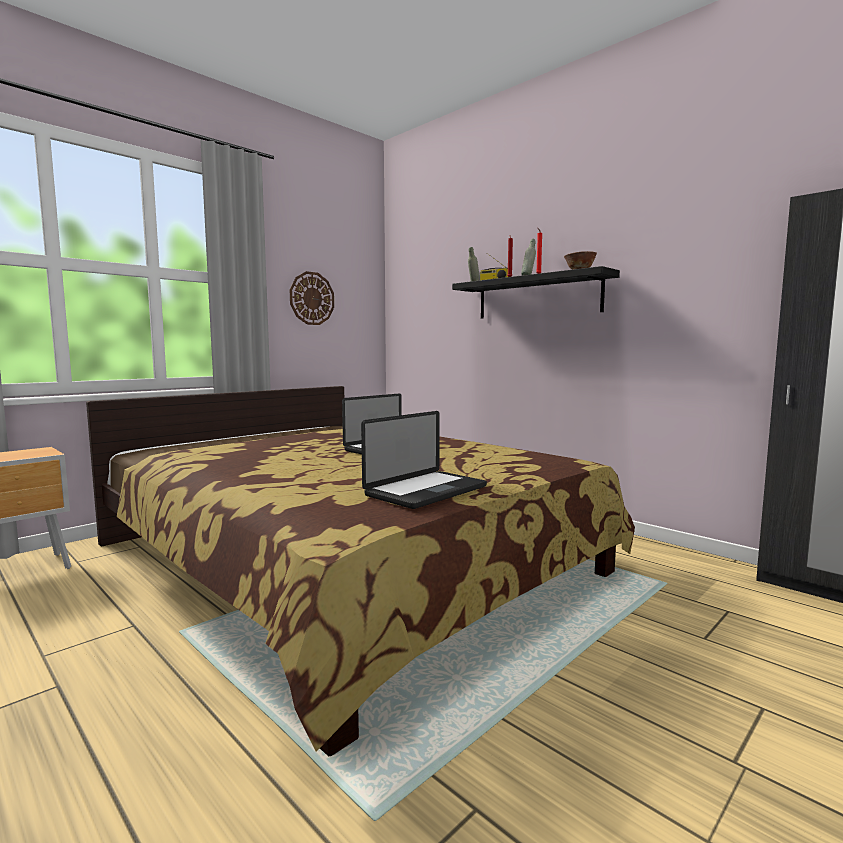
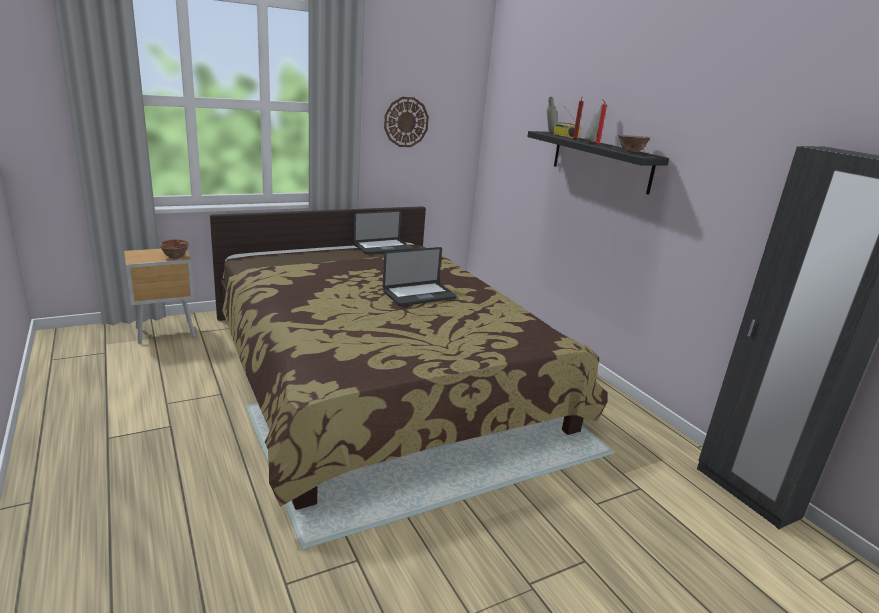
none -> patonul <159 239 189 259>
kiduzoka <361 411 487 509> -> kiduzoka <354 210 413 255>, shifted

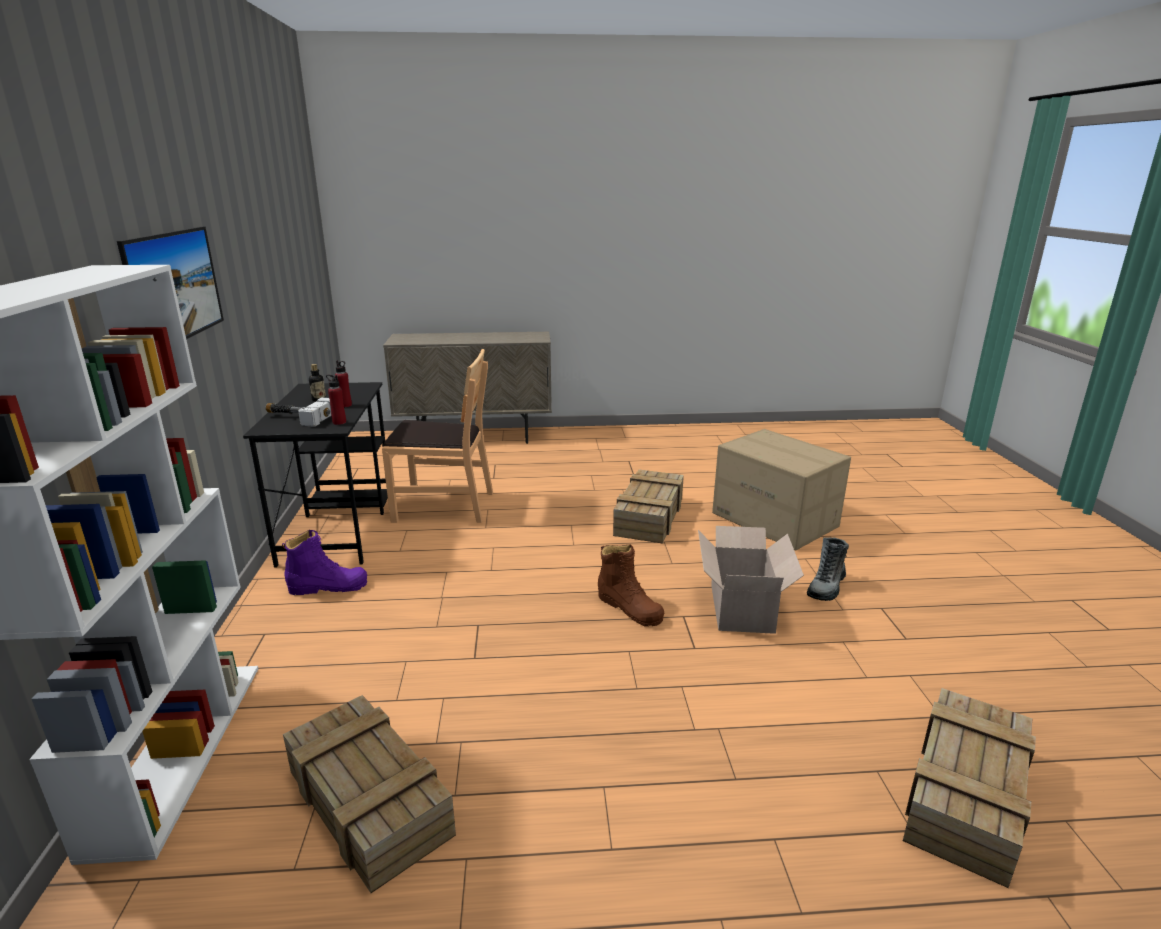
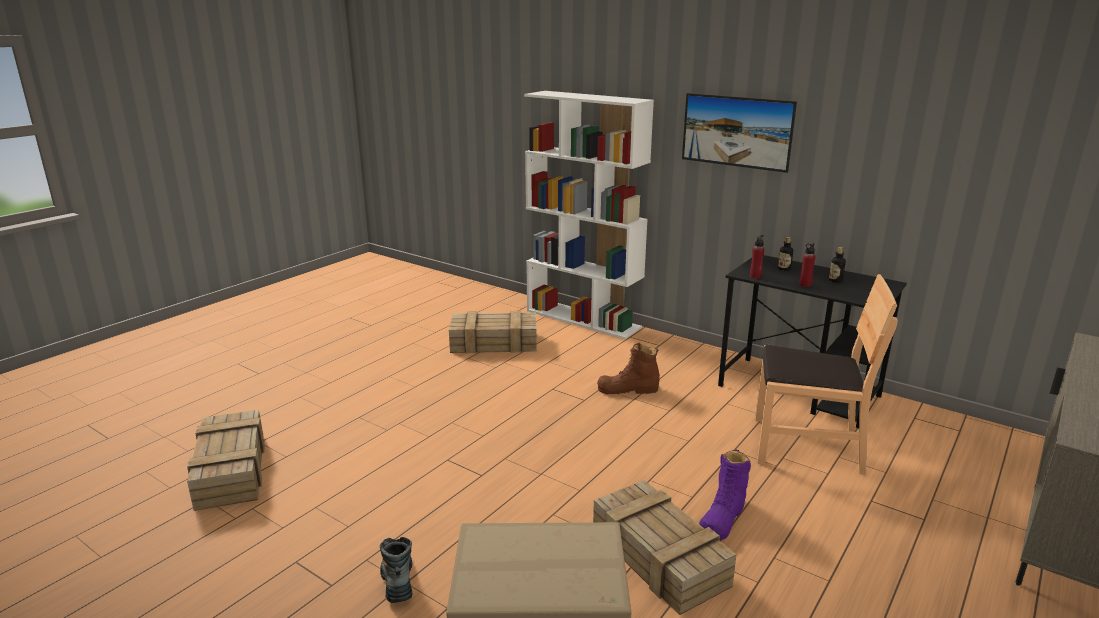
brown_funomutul <598 544 664 627> -> brown_funomutul <597 343 660 394>, shifted
purple_funomutul <282 530 367 595> -> purple_funomutul <699 449 751 540>, shifted
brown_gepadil <382 349 493 523> -> brown_gepadil <755 274 898 475>, 120 degrees counterclockwise
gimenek <265 397 331 427> -> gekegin <778 237 793 271>
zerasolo <698 526 804 634> -> none

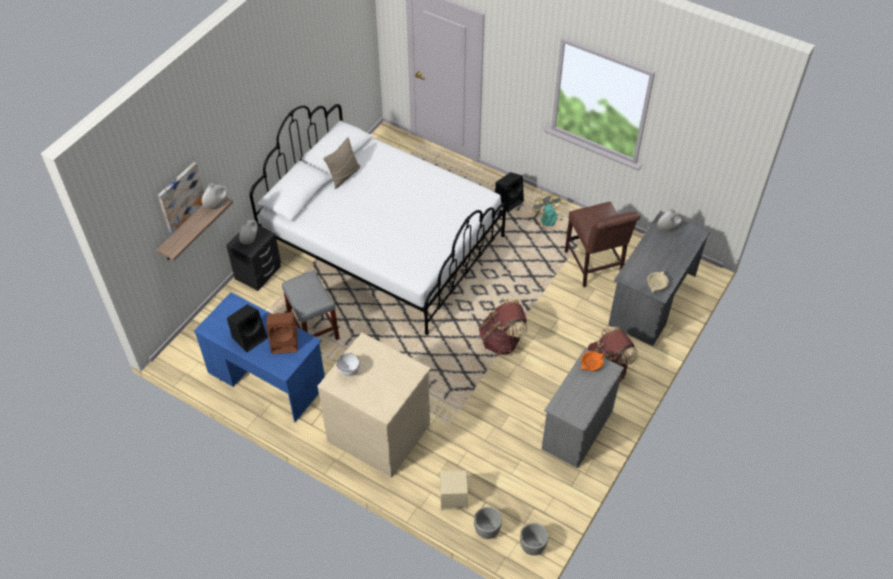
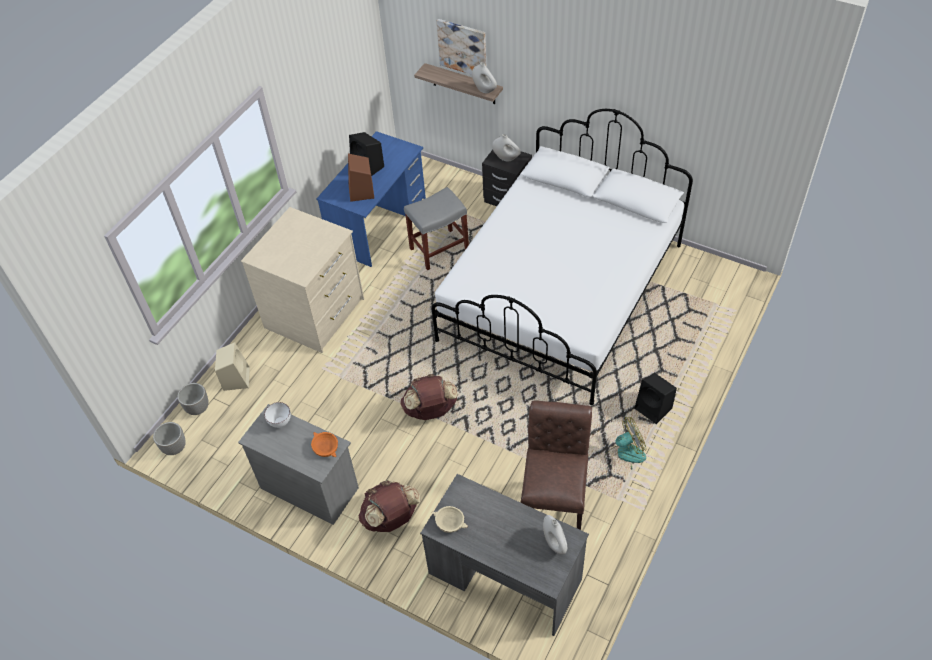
white_patonul <337 353 360 376> -> white_patonul <264 402 291 428>, shifted
brown_gepadil <565 201 640 287> -> brown_gepadil <521 400 592 530>, 120 degrees clockwise
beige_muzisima <323 137 361 189> -> none

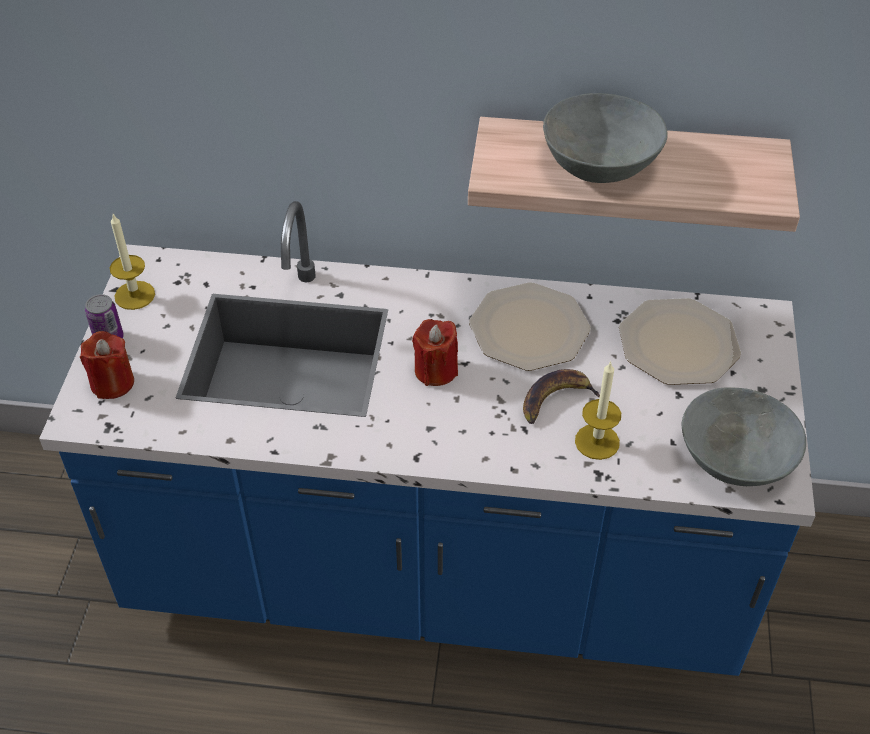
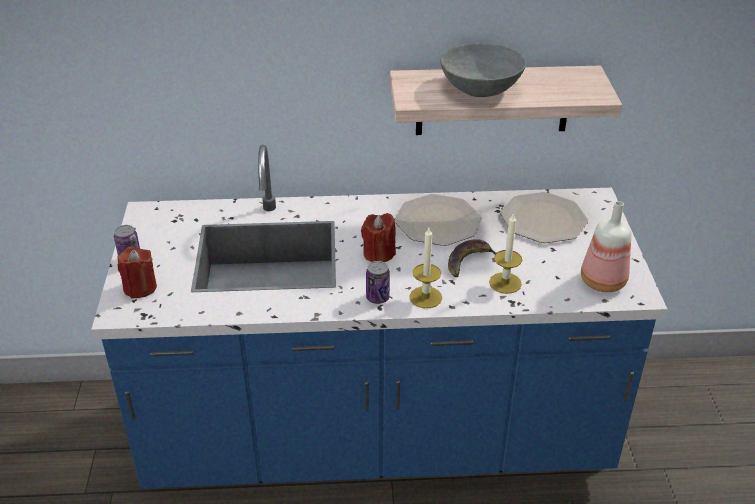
none -> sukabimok <366 261 390 304>
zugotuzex <110 214 155 310> -> zugotuzex <409 228 442 308>, shifted
grey_patonul <681 388 806 486> -> gekegin <581 201 631 292>

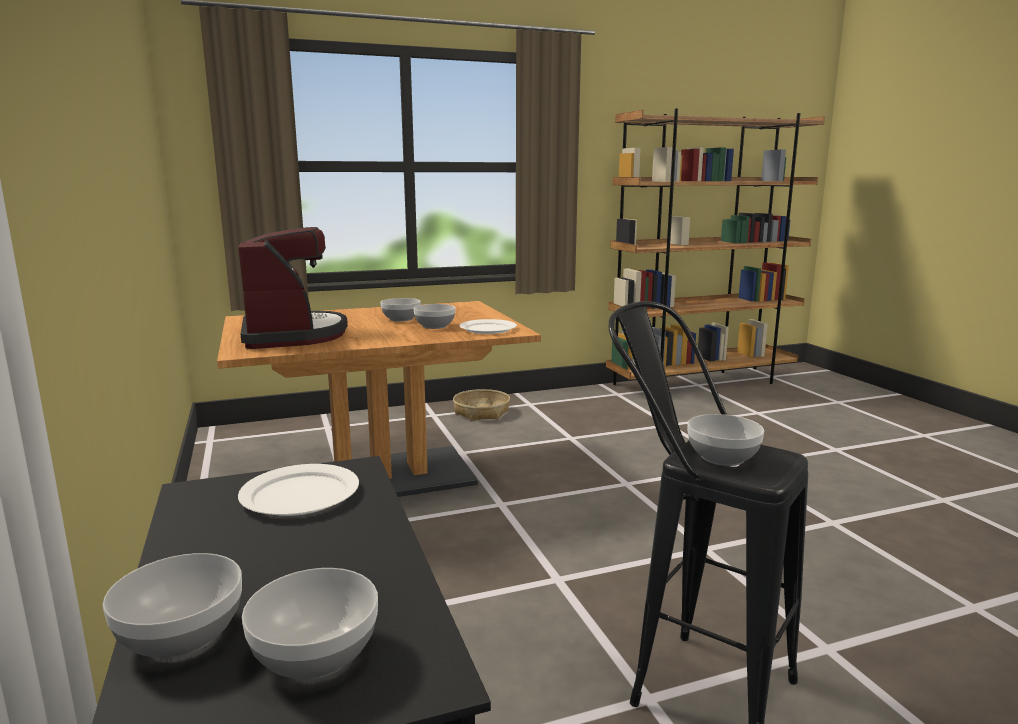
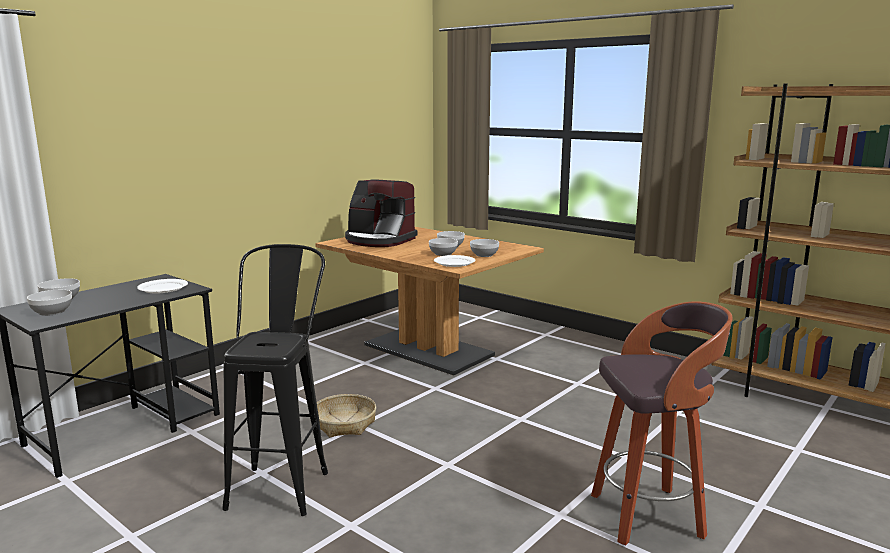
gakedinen <453 389 510 421> -> gakedinen <317 394 376 437>, shifted
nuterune <238 227 348 349> -> nuterune <345 179 418 247>, 75 degrees clockwise
patonul <688 414 764 466> -> patonul <470 239 499 257>, shifted
none -> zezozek <591 301 732 546>

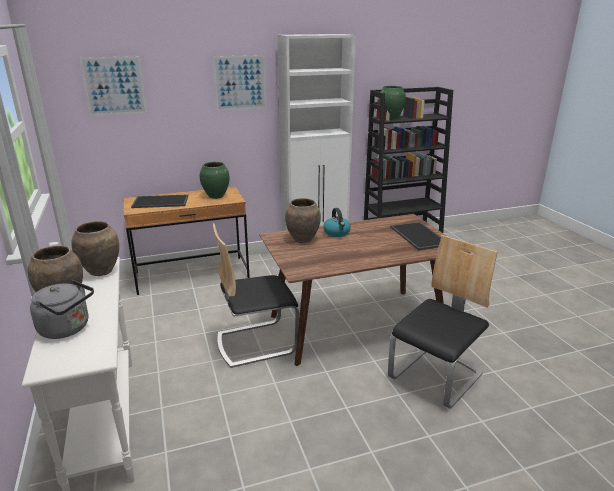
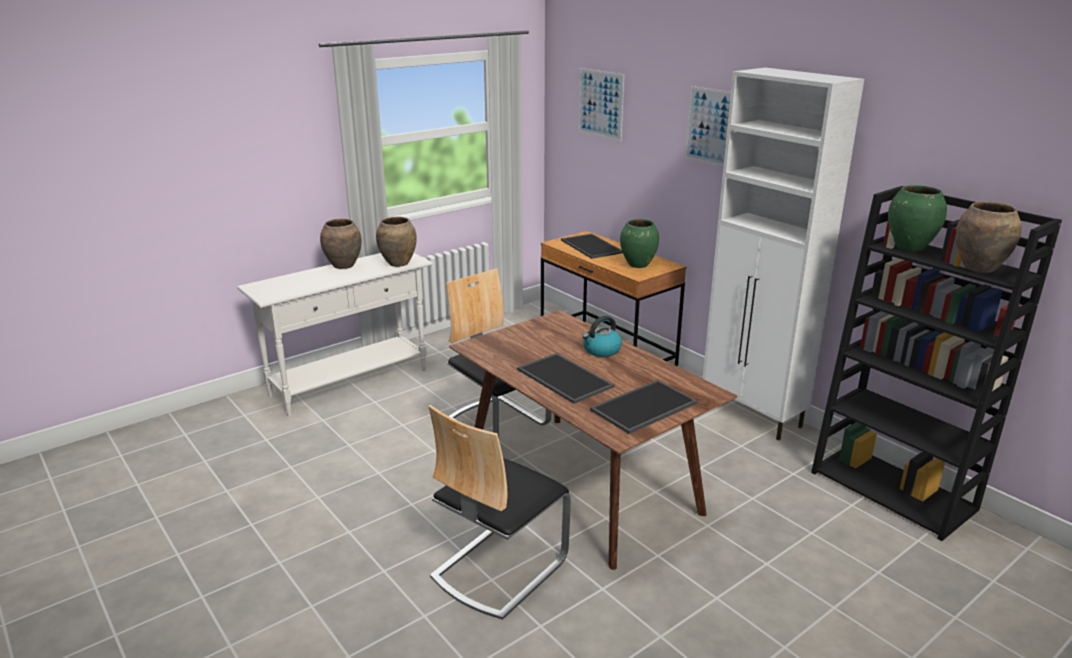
gepadil <388 235 498 409> -> gepadil <428 405 571 620>, 105 degrees clockwise
none -> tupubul <517 353 614 404>
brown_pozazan <285 198 321 243> -> brown_pozazan <956 202 1022 273>, shifted
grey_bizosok <30 280 94 339> -> none

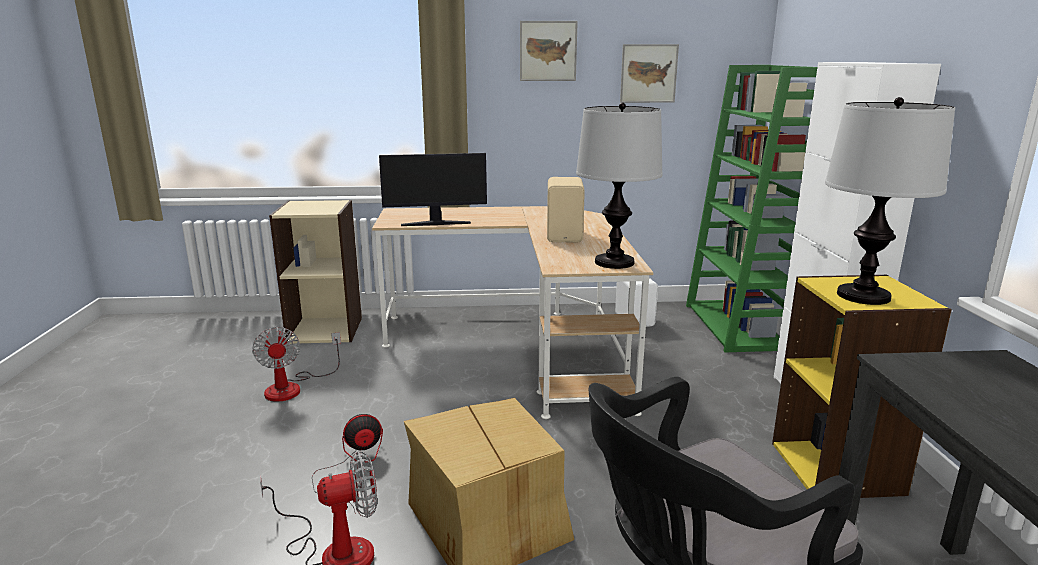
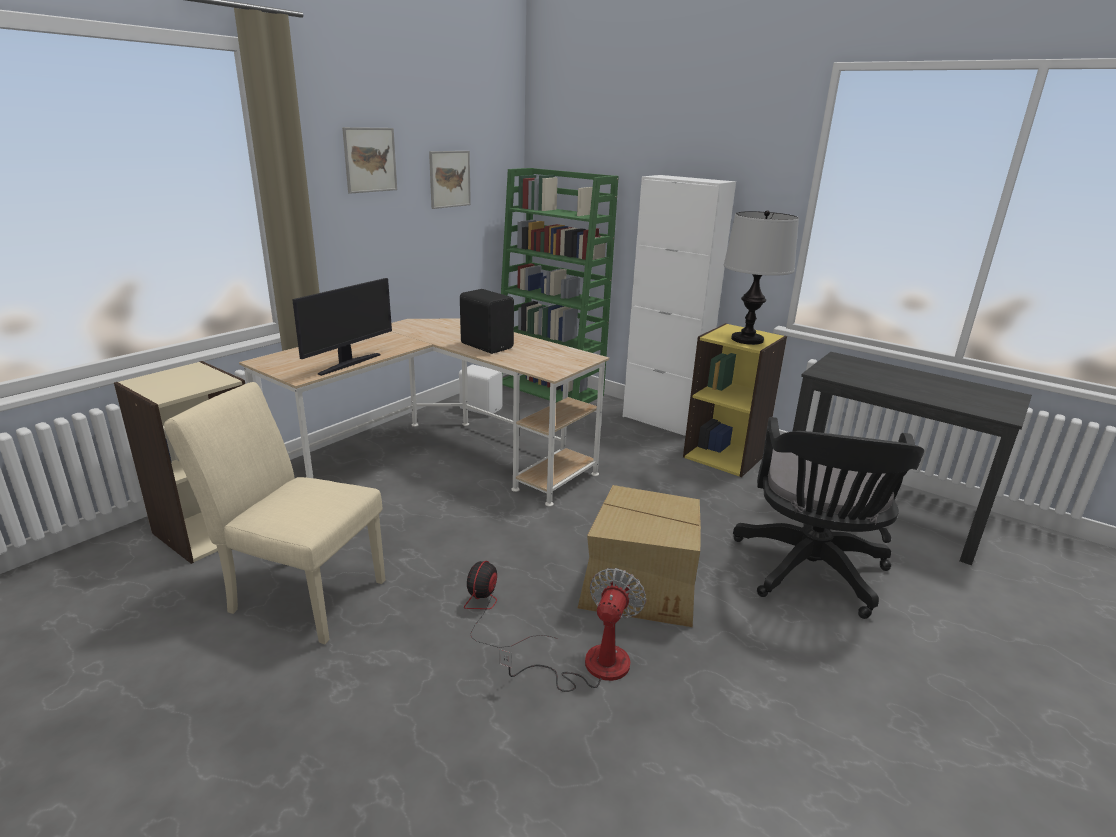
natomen <252 327 341 402> -> beige_gepadil <164 382 385 645>
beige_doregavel <547 177 585 242> -> black_doregavel <460 289 514 354>
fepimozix <576 103 663 269> -> none

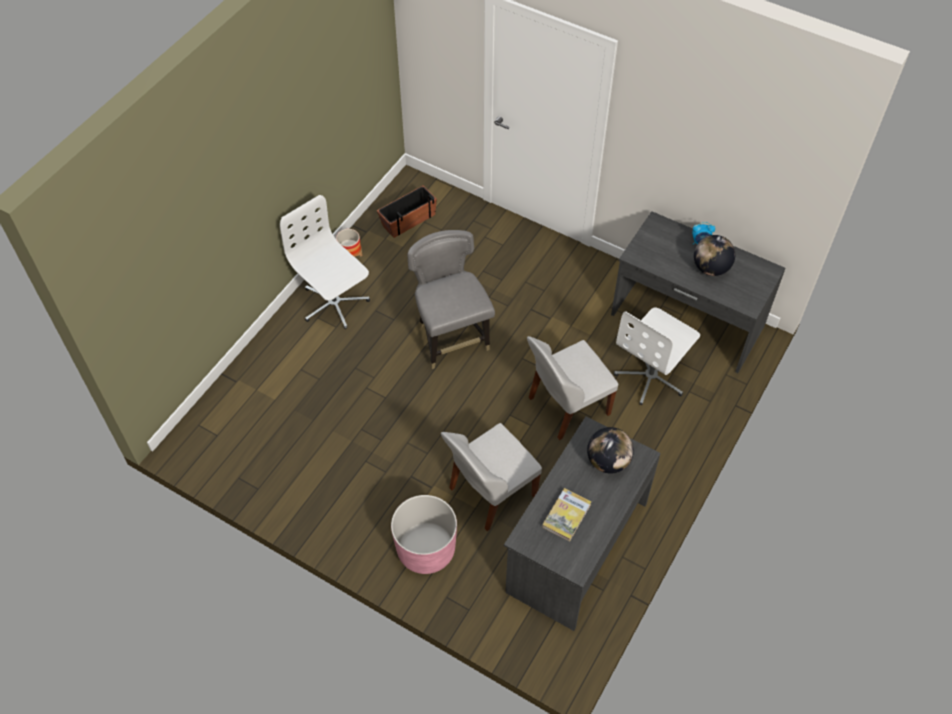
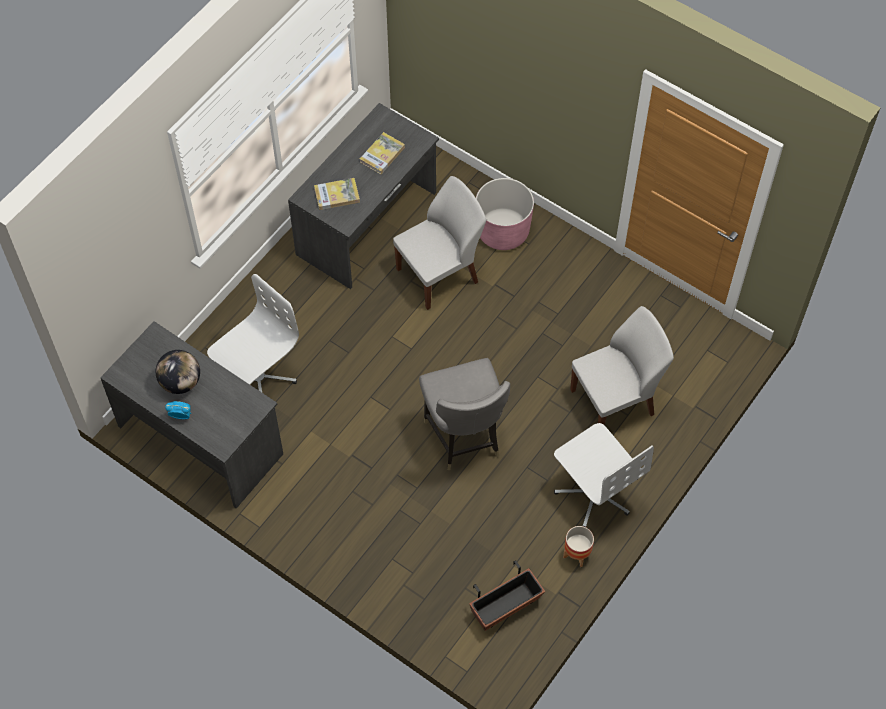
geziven <587 427 634 474> -> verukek <314 178 360 210>
white_gepadil <527 336 618 440> -> white_gepadil <570 306 674 426>, shifted

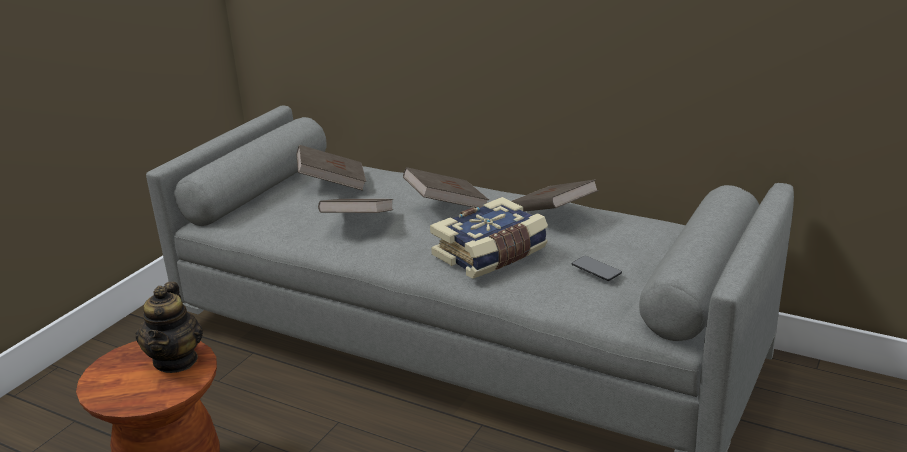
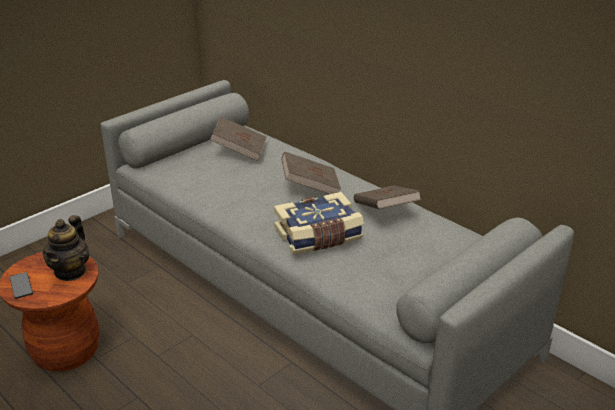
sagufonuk <572 256 622 281> -> sagufonuk <10 272 33 299>, shifted
brown_verukek <318 199 393 213> -> none

